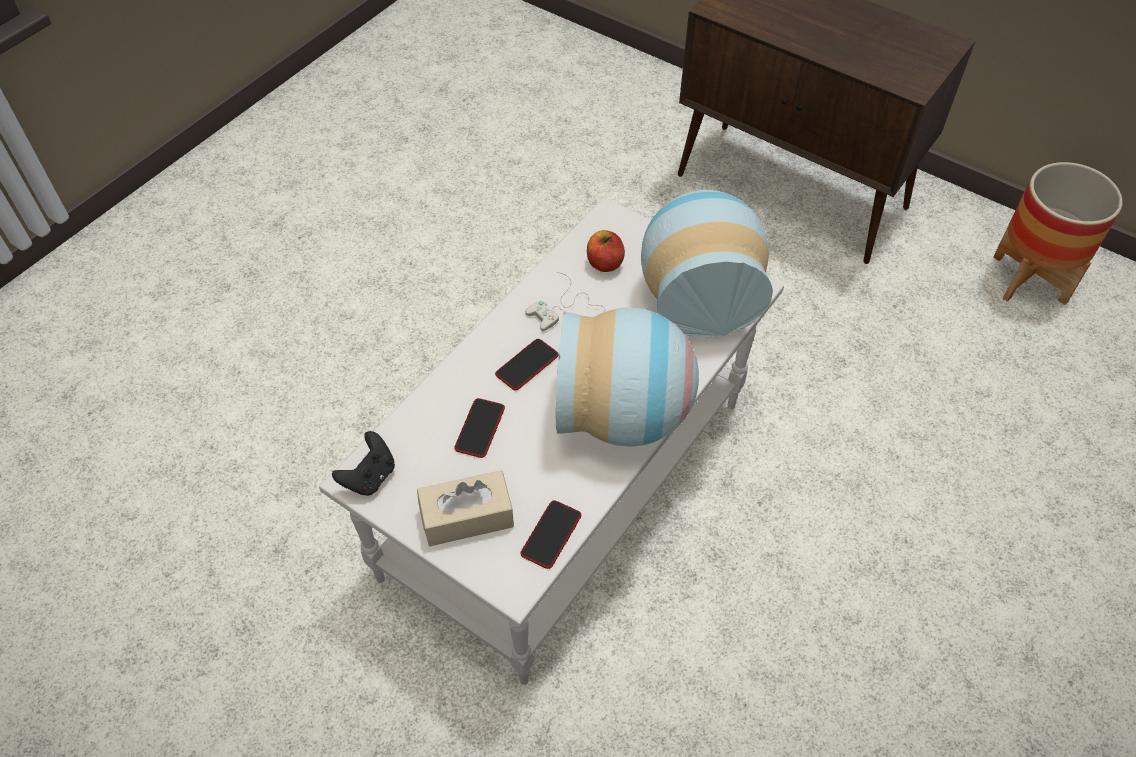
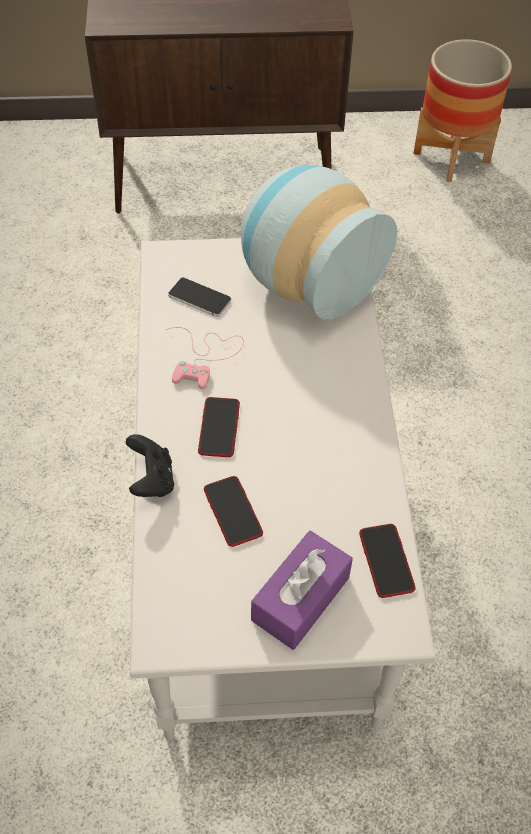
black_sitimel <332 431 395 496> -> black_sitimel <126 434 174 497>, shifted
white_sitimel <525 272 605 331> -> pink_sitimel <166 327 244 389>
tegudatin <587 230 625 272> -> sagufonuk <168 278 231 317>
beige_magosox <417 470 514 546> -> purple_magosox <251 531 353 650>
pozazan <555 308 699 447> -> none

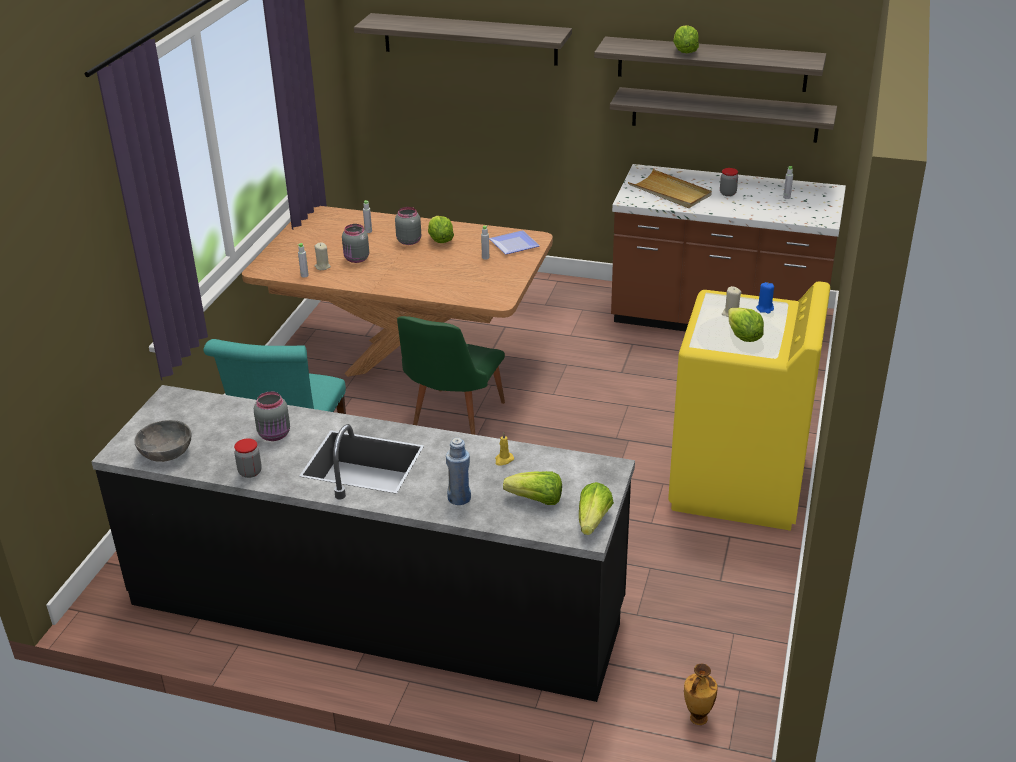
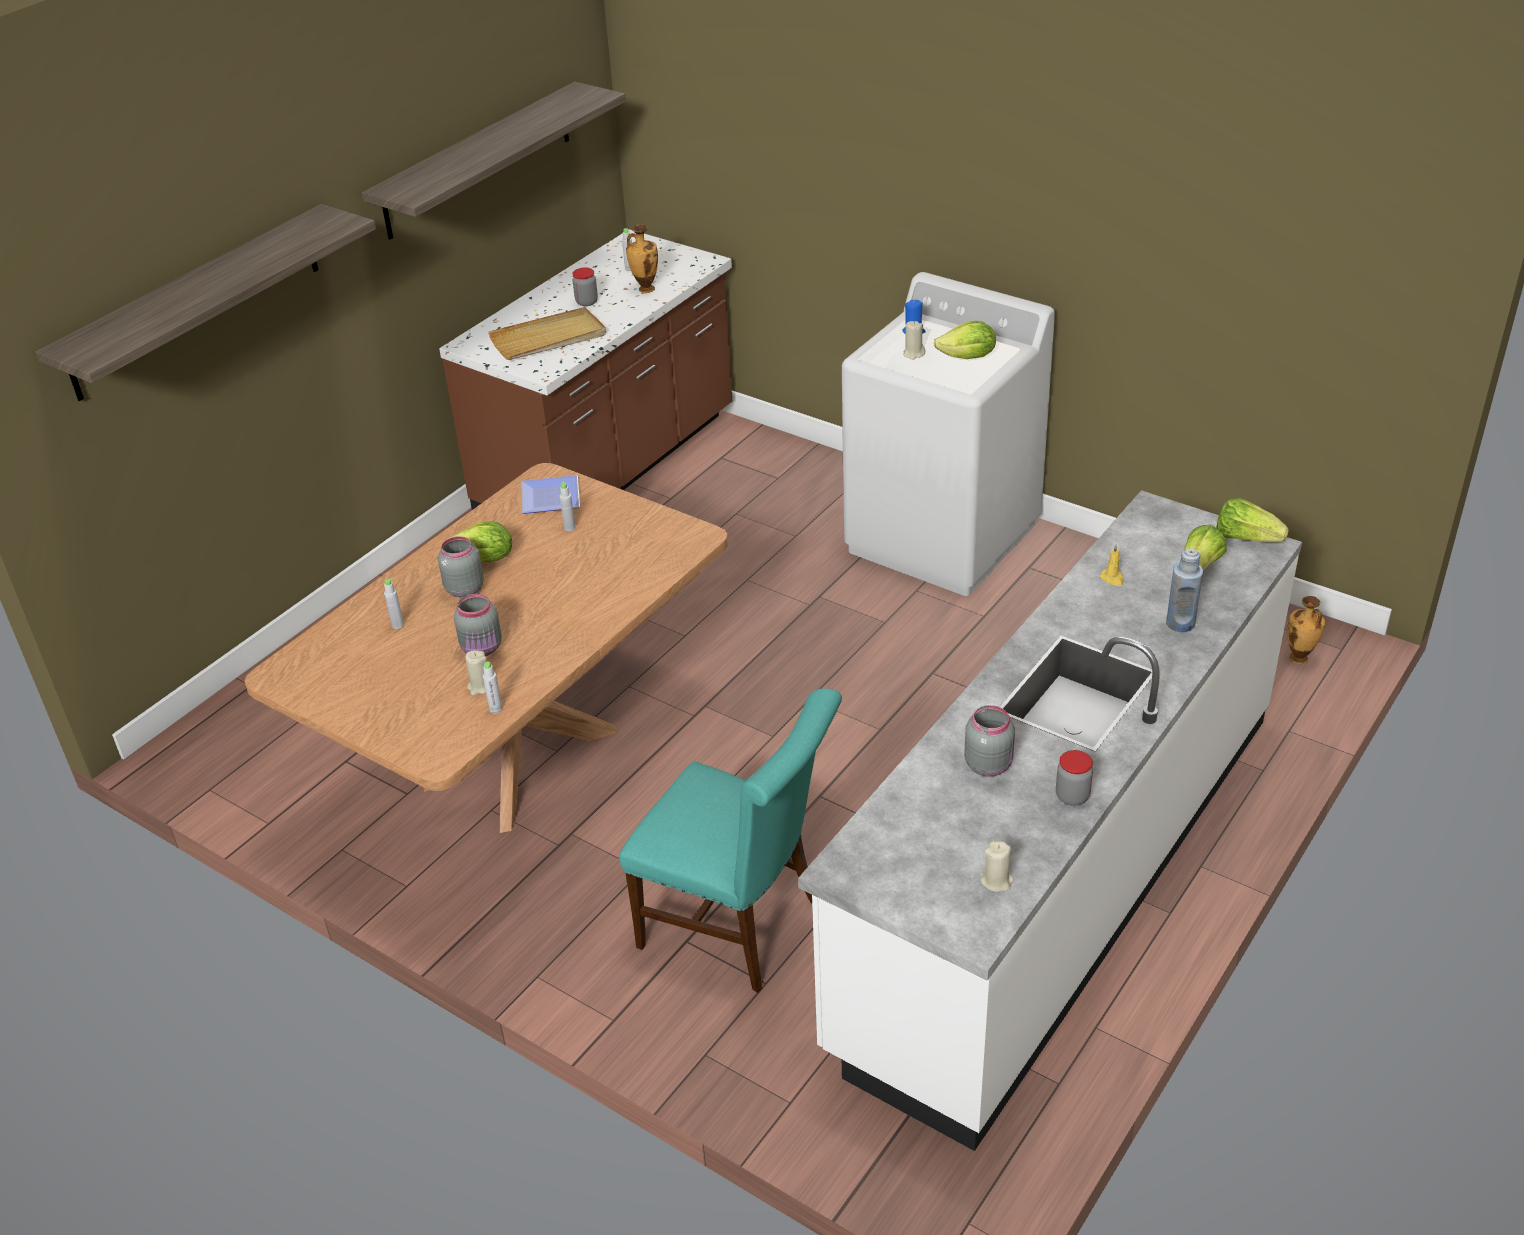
none -> pozazan <626 224 658 293>
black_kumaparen <91 385 635 702> -> white_kumaparen <798 490 1302 1151>
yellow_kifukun <668 281 830 531> -> white_kifukun <842 272 1055 596>
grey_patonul <134 420 192 462> -> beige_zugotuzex <980 841 1014 892>
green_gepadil <397 316 505 435> -> none
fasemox <610 87 837 143> -> none
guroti <673 25 699 53> -> none

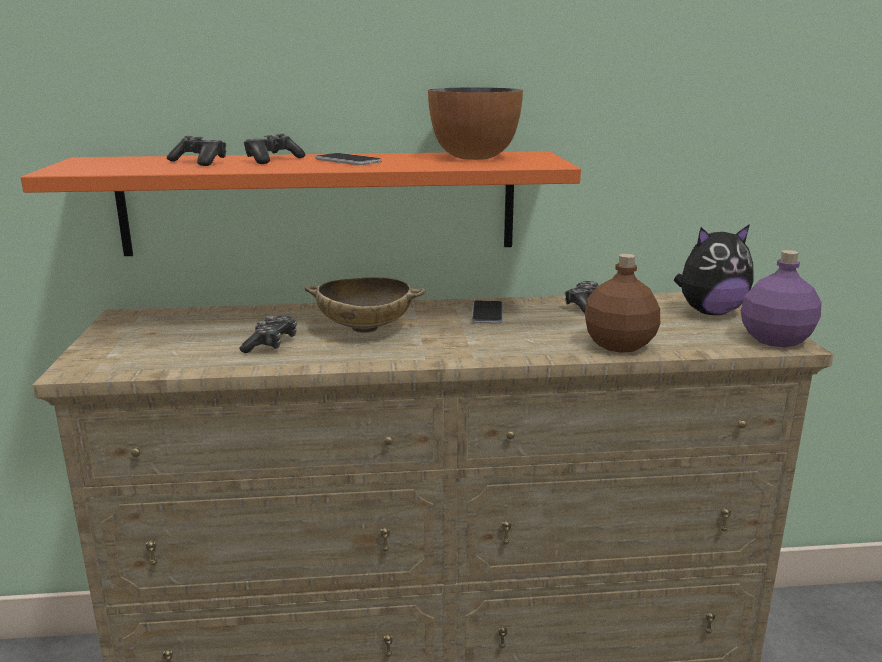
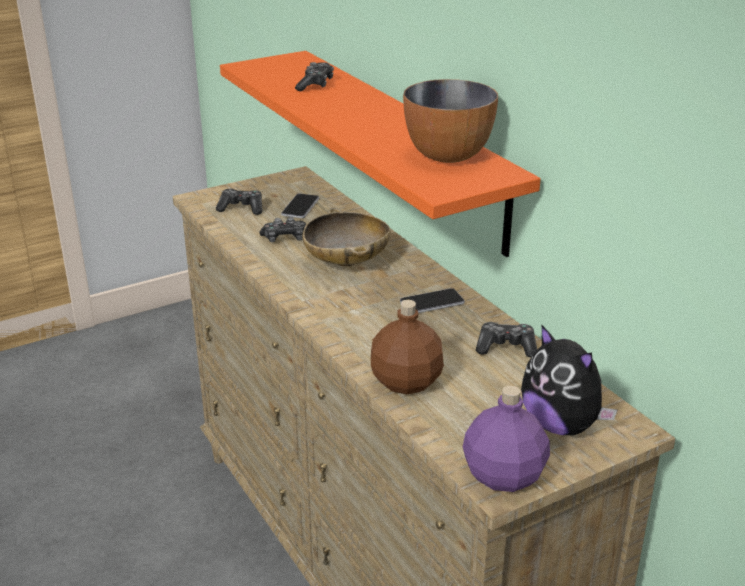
sitimel <244 133 306 164> -> sitimel <216 189 262 215>, shifted
sagufonuk <315 153 382 165> -> sagufonuk <281 194 319 218>, shifted

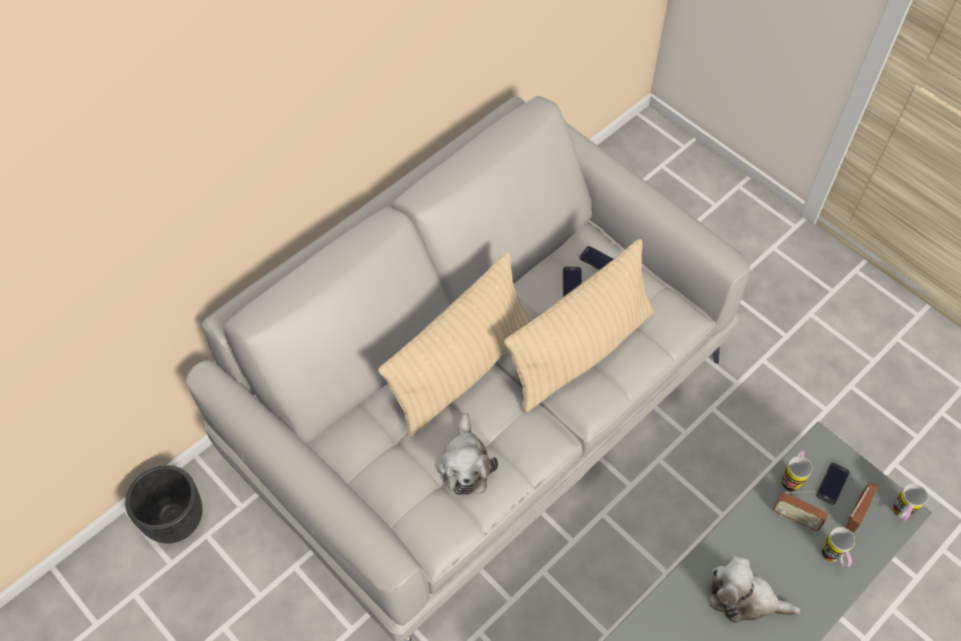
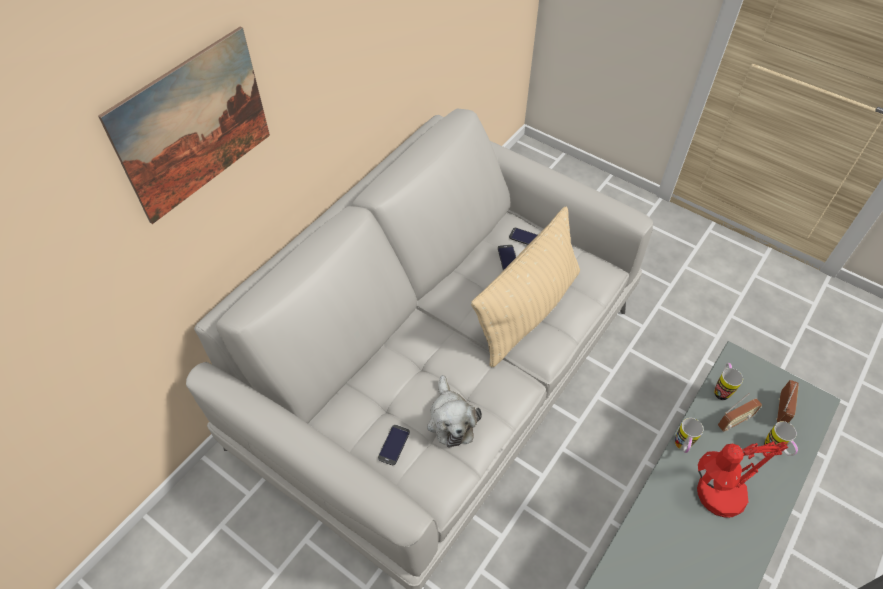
none -> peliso <98 27 270 224>
sagufonuk <816 463 850 505> -> sagufonuk <378 425 410 465>, shifted
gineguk <893 483 928 521> -> gineguk <675 418 703 453>, shifted
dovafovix <709 556 801 623> -> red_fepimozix <697 441 788 518>
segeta <773 490 828 531> -> segeta <718 393 762 432>, 45 degrees counterclockwise
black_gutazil <125 465 203 543> -> none
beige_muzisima <378 251 532 438> -> none

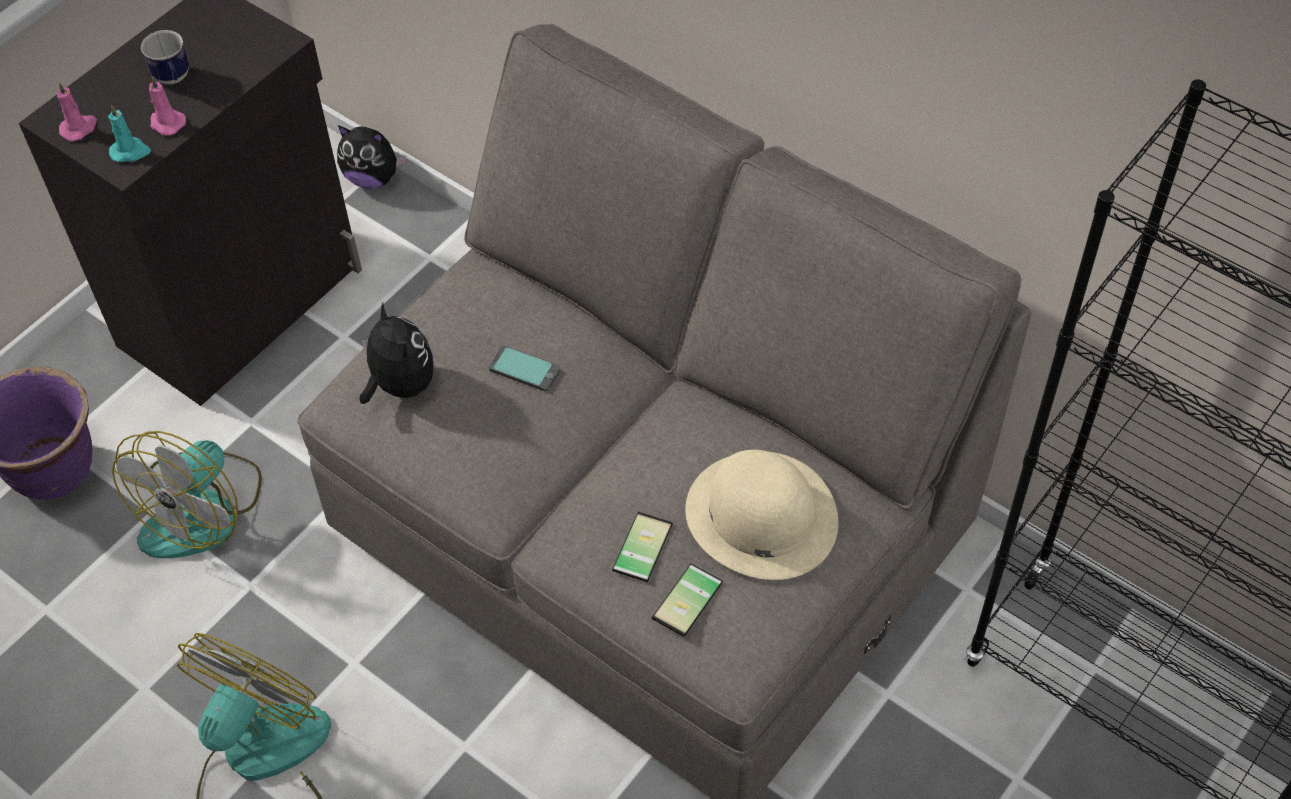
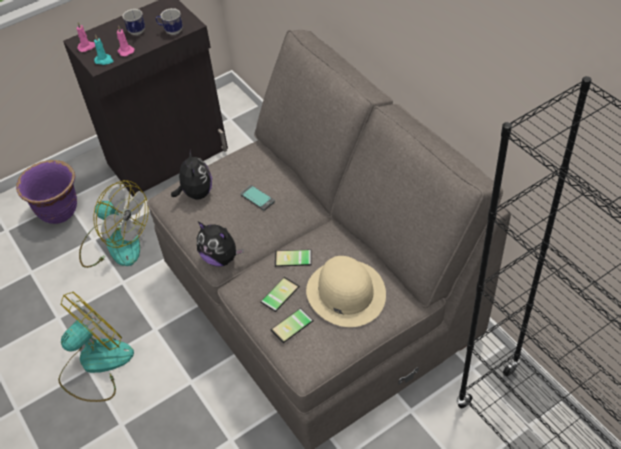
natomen <112 431 262 558> -> natomen <79 180 148 268>, 105 degrees counterclockwise
none -> gineguk <156 8 183 35>
dovafovix <337 125 406 189> -> dovafovix <197 222 244 266>, shifted
none -> sagufonuk <275 249 311 267>

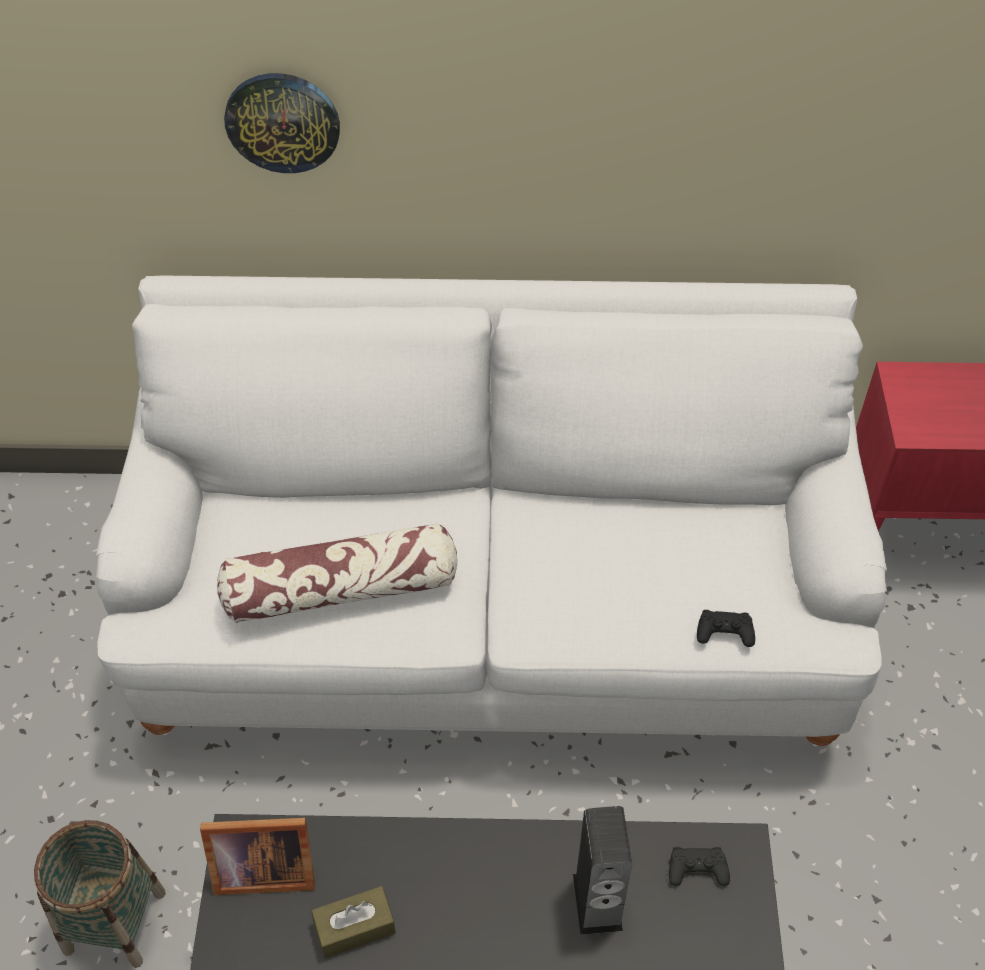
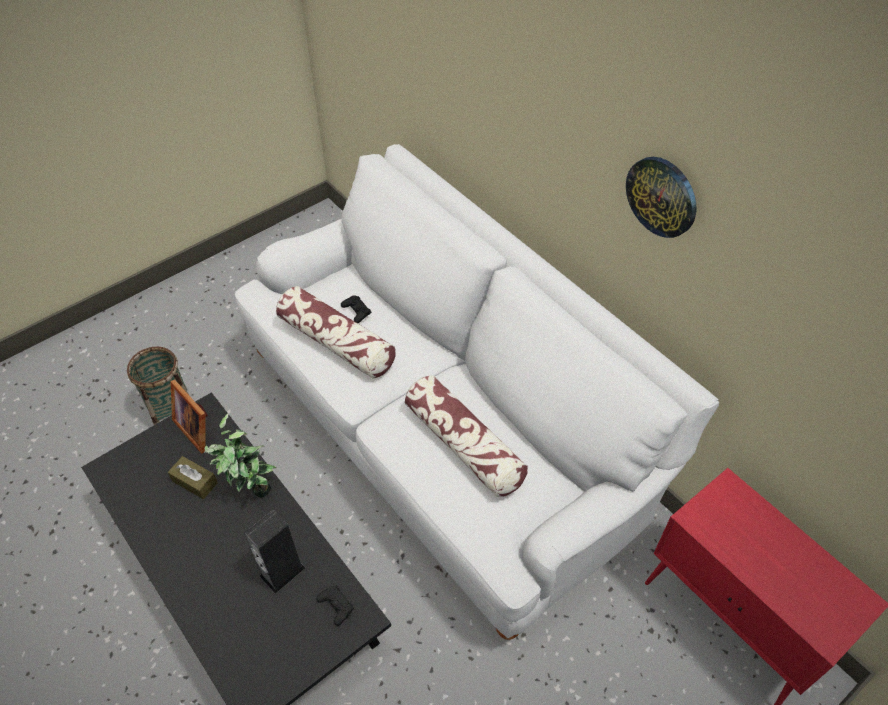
none -> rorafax <204 413 276 498>
black_sitimel <697 610 755 647> -> black_sitimel <341 295 371 323>, shifted
none -> muzisima <405 375 528 497>
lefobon <224 73 340 173> -> lefobon <626 157 696 238>, shifted

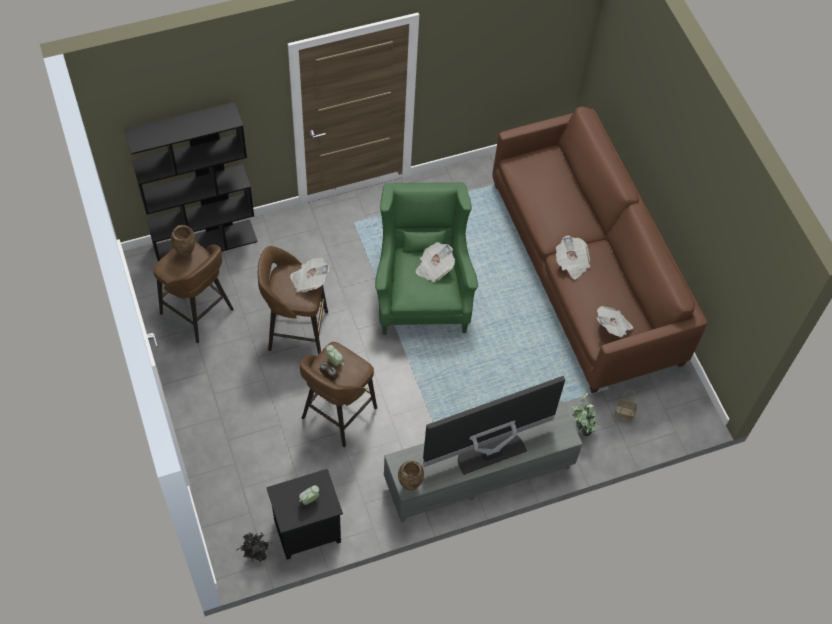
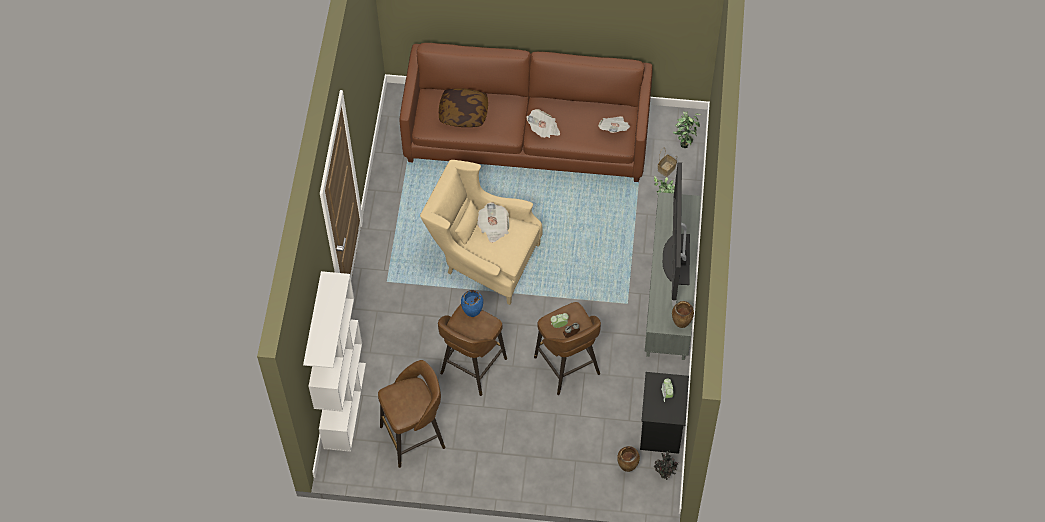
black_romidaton <124 102 258 262> -> white_romidaton <303 271 366 452>
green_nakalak <375 182 478 335> -> beige_nakalak <420 160 542 305>
none -> muzisima <439 88 488 127>
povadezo <290 258 330 292> -> blue_pozazan <461 290 483 317>
brown_pozazan <171 225 196 256> -> brown_pozazan <617 446 640 472>, shifted
none -> rorafax <673 111 701 148>

